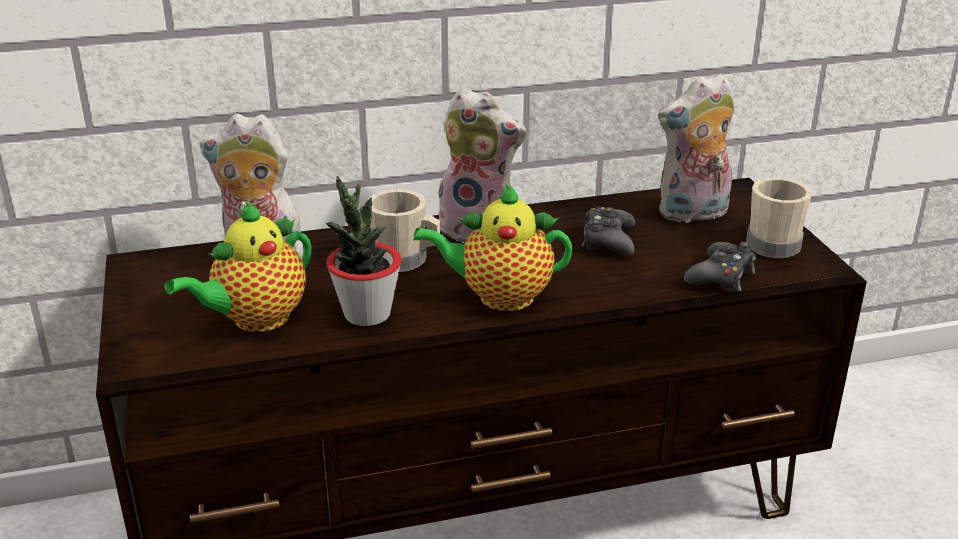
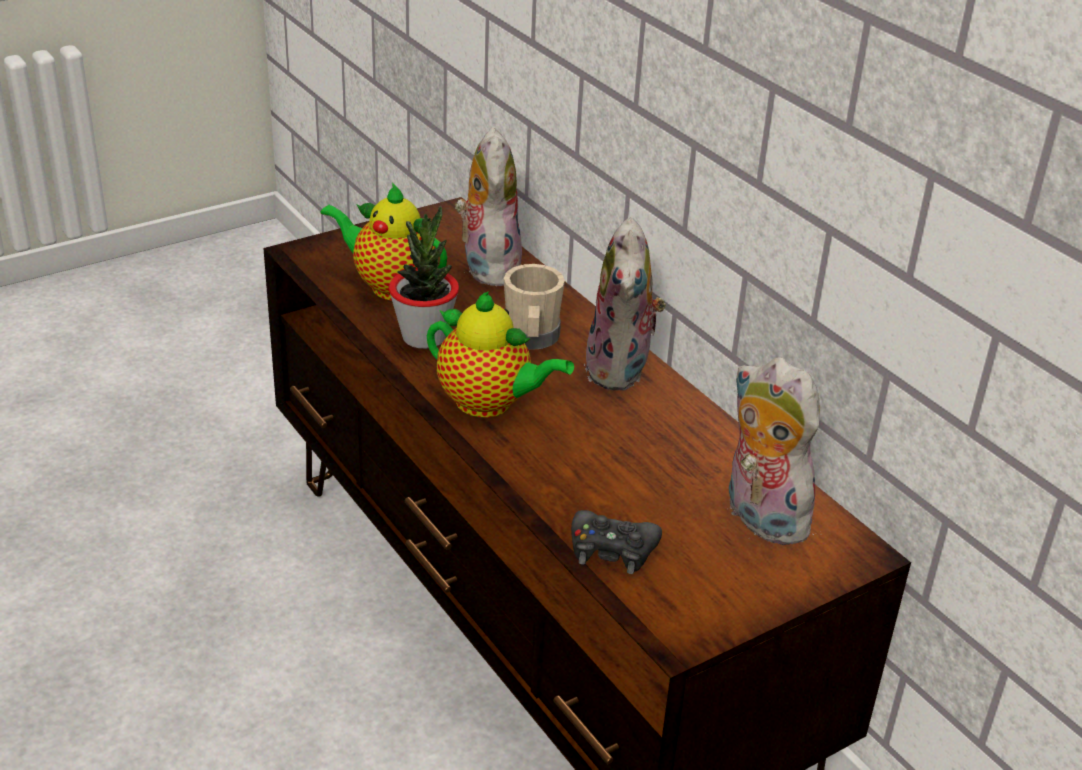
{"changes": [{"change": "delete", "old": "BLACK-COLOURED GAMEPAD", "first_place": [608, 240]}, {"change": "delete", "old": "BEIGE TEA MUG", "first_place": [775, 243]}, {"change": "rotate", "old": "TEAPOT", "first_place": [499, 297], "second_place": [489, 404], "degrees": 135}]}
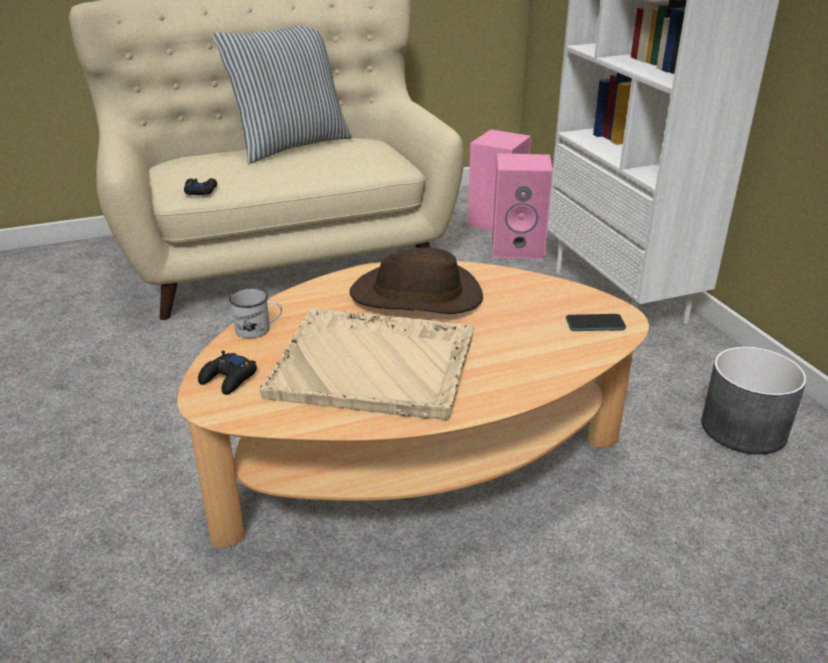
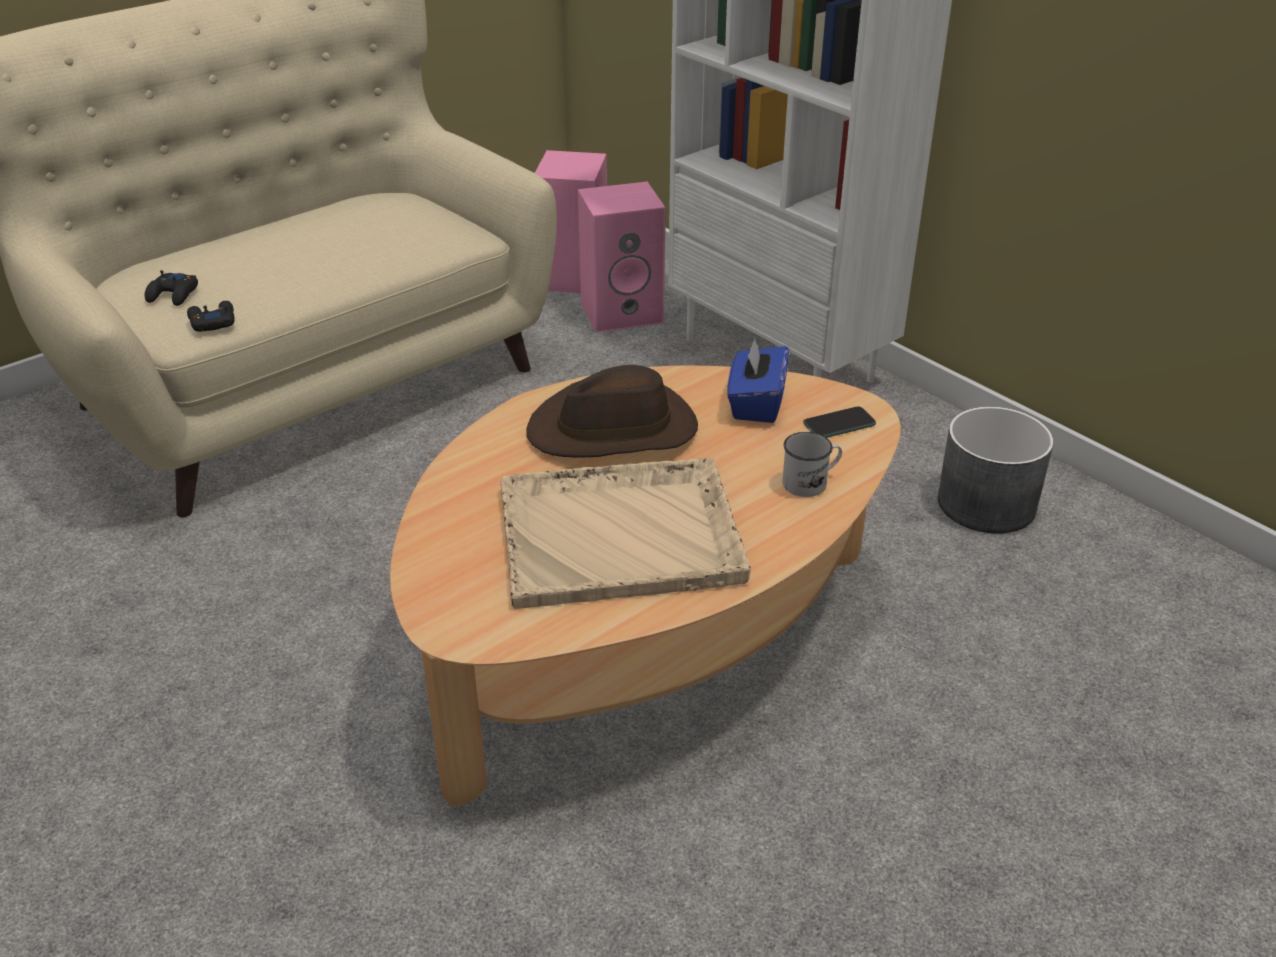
{"changes": [{"change": "delete", "old": "CUSHION", "first_place": [290, 146]}, {"change": "insert", "new": "BLUE-COLOURED TISSUE BOX", "second_place": [756, 404]}, {"change": "move", "old": "BLACK-COLOURED GAMEPAD", "first_place": [228, 379], "second_place": [173, 295]}, {"change": "move", "old": "WHITE-COLOURED TEA MUG", "first_place": [258, 329], "second_place": [811, 482]}]}
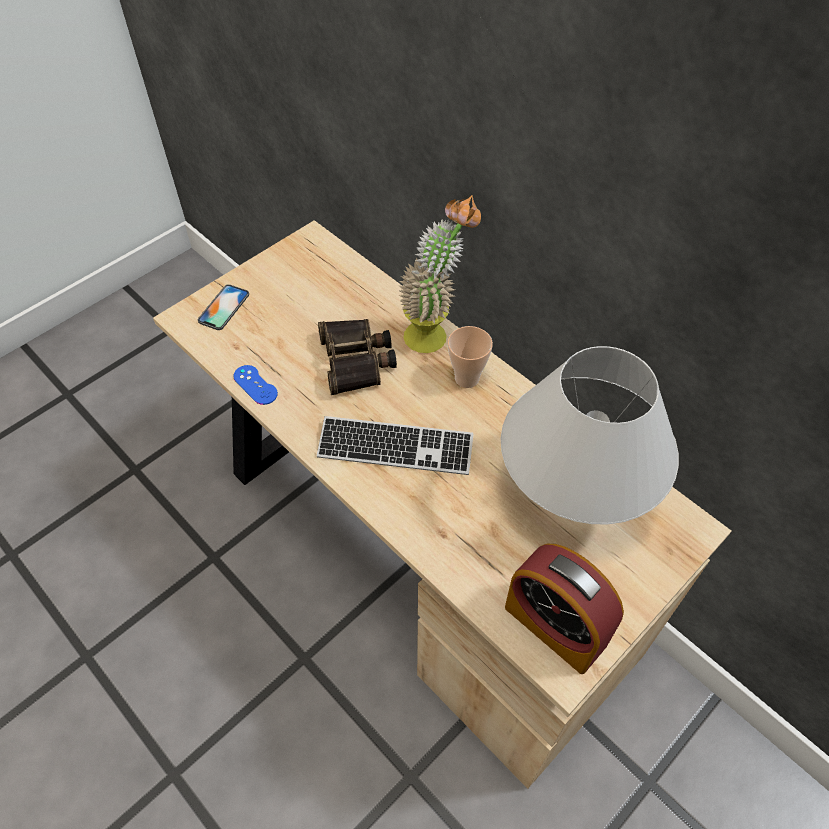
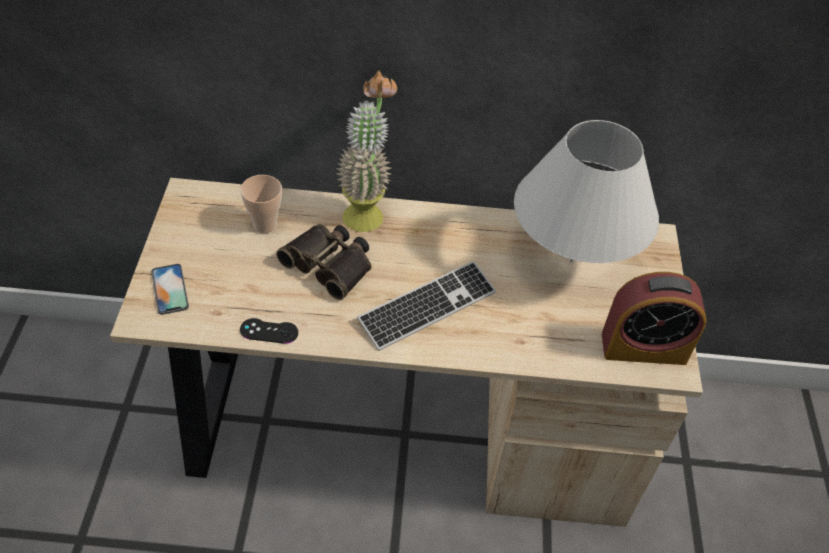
{"changes": [{"change": "move", "old": "SMALL CUP", "first_place": [467, 378], "second_place": [265, 225]}, {"change": "recolor", "old": "BLUE-COLOURED GAMEPAD", "new": "BLACK-COLOURED GAMEPAD", "first_place": [255, 385], "second_place": [269, 331]}]}
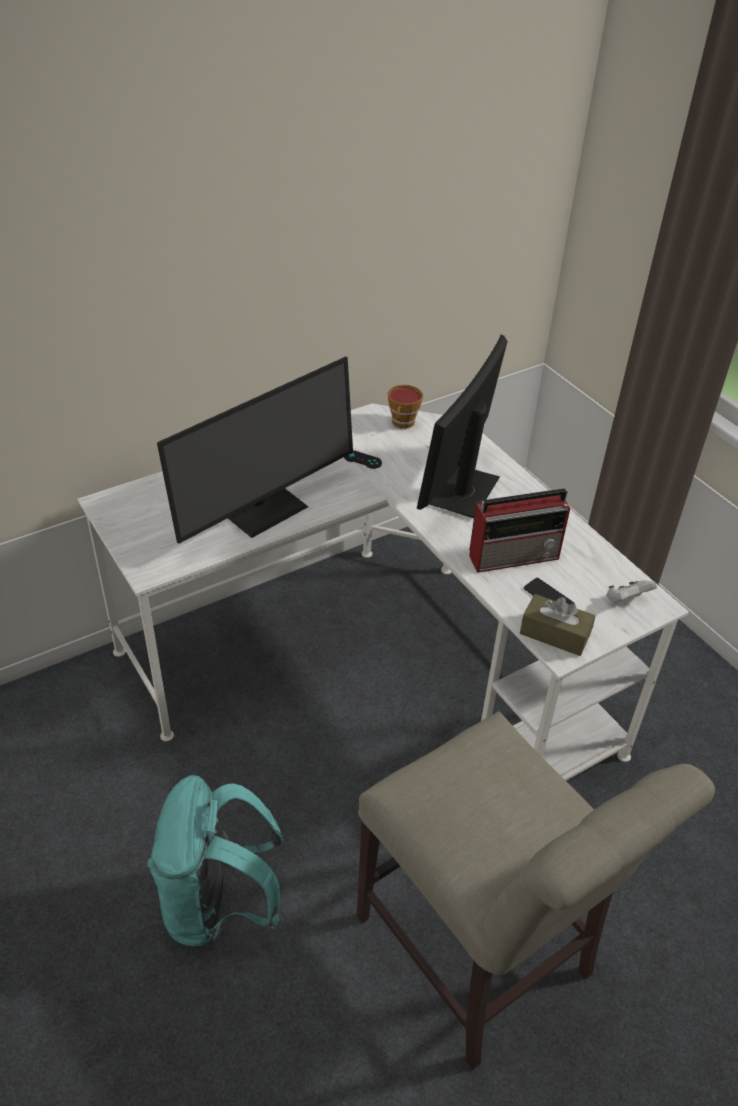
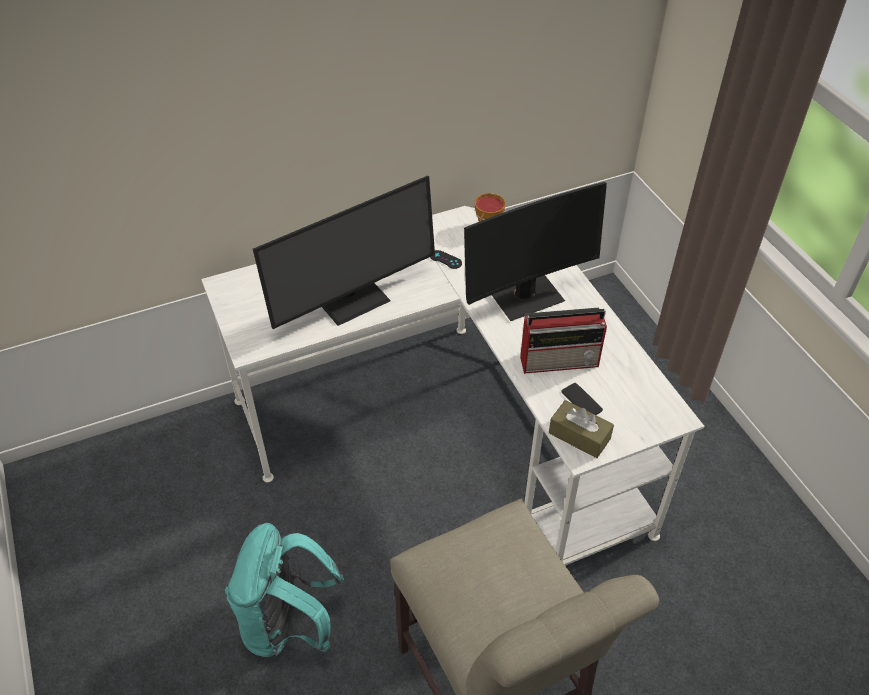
{"changes": [{"change": "delete", "old": "WHITE-COLOURED GAMEPAD", "first_place": [626, 600]}, {"change": "rotate", "old": "COMPUTER SCREEN", "first_place": [460, 492], "second_place": [525, 296], "degrees": -150}]}
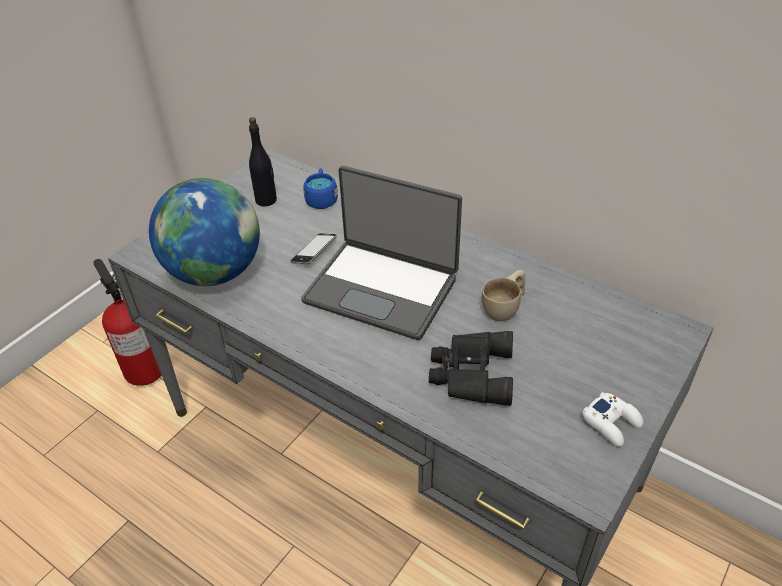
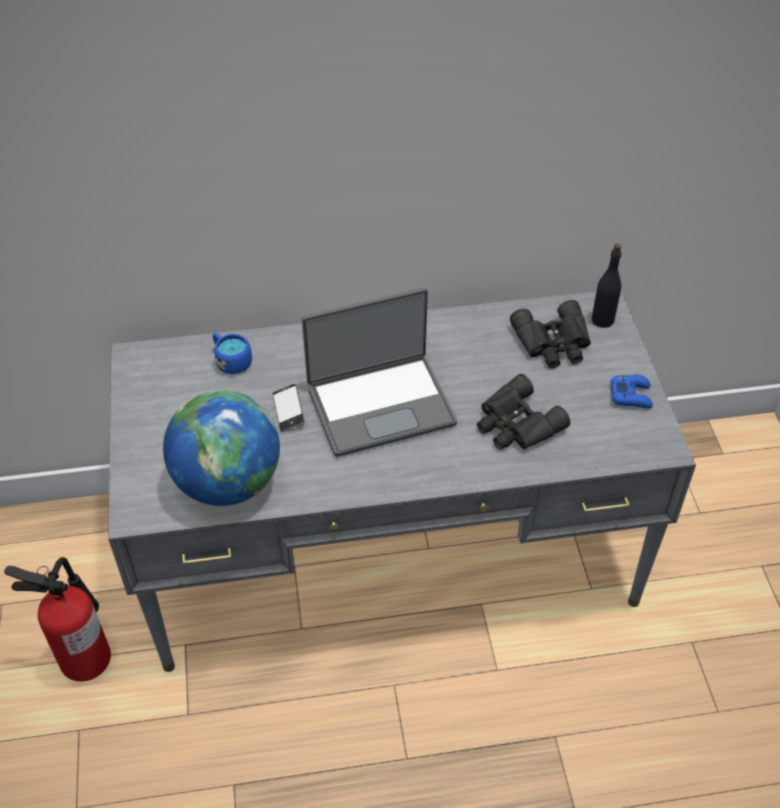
{"changes": [{"change": "delete", "old": "BEIGE SMALL CUP", "first_place": [505, 308]}, {"change": "insert", "new": "BLACK-COLOURED BINOCULARS", "second_place": [554, 343]}, {"change": "move", "old": "BLACK-COLOURED DRINK BOTTLE", "first_place": [266, 200], "second_place": [603, 320]}, {"change": "recolor", "old": "WHITE-COLOURED GAMEPAD", "new": "BLUE-COLOURED GAMEPAD", "first_place": [611, 423], "second_place": [631, 395]}]}
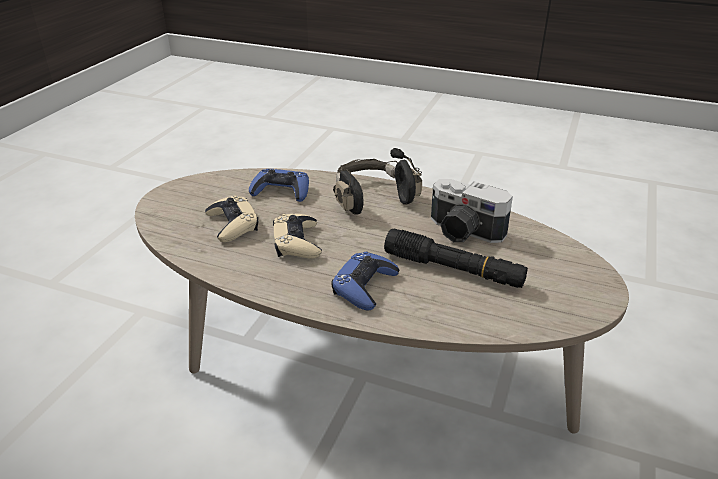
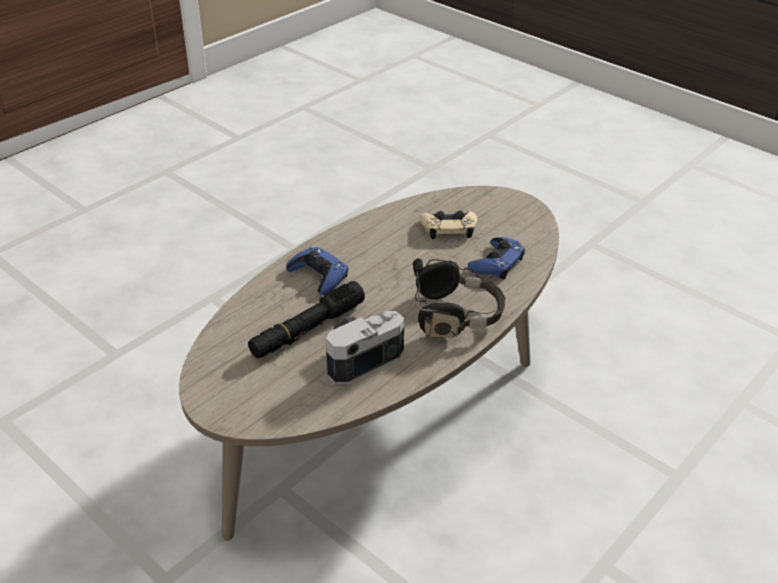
{"changes": [{"change": "delete", "old": "BEIGE GAMEPAD", "first_place": [297, 242]}]}
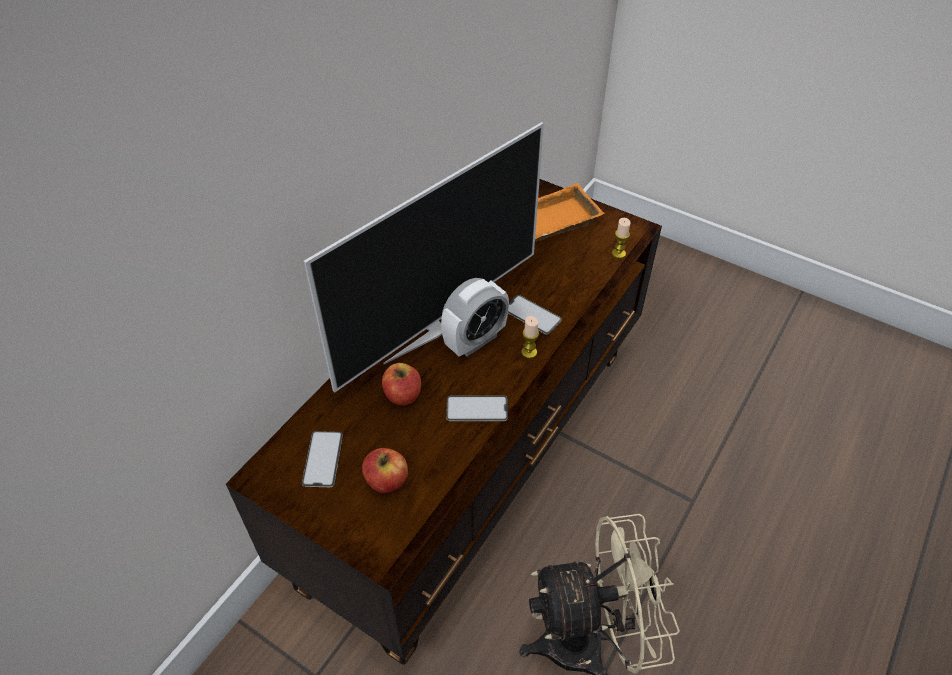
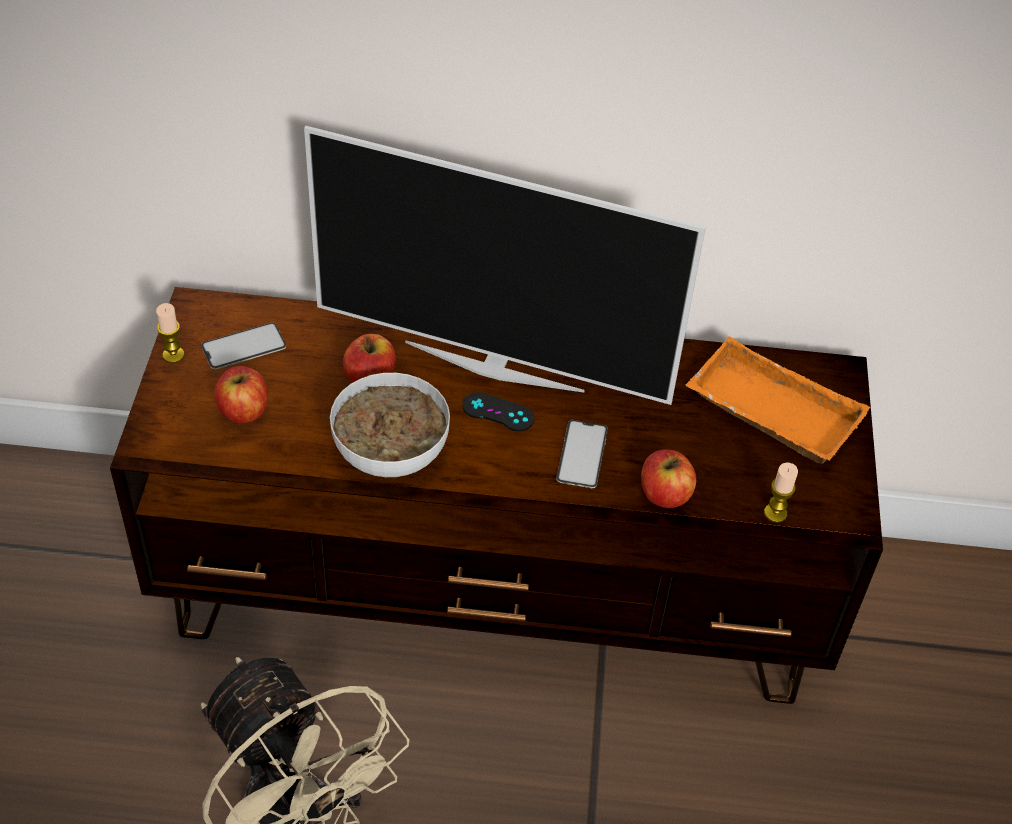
{"changes": [{"change": "insert", "new": "APPLE FRUIT", "second_place": [664, 494]}, {"change": "move", "old": "WAX CANDLE", "first_place": [529, 352], "second_place": [173, 355]}, {"change": "replace", "old": "BEDSIDE CLOCK", "new": "BLACK-COLOURED GAMEPAD", "first_place": [475, 340], "second_place": [498, 412]}, {"change": "replace", "old": "HANDSET", "new": "BOWL", "first_place": [477, 409], "second_place": [389, 453]}]}
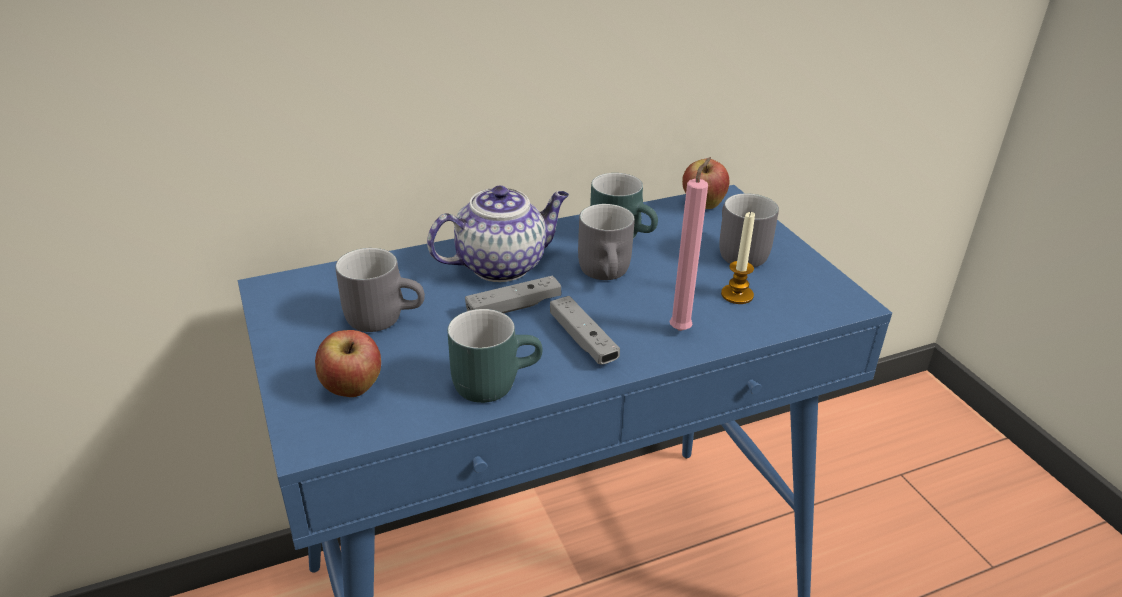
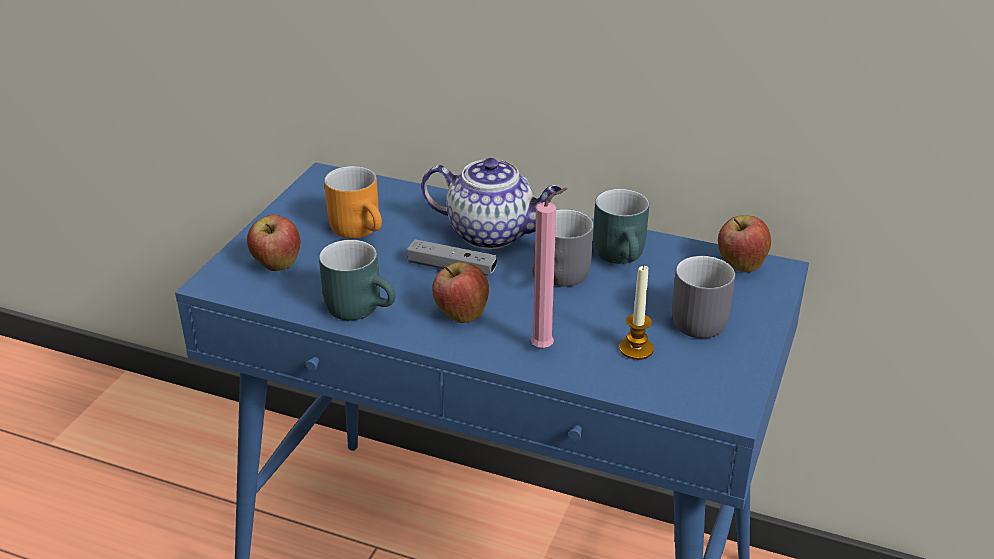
{"changes": [{"change": "replace", "old": "GREY GAMEPAD", "new": "APPLE FRUIT", "first_place": [583, 340], "second_place": [461, 315]}, {"change": "recolor", "old": "GREY TEA MUG", "new": "ORANGE-COLOURED TEA MUG", "first_place": [384, 316], "second_place": [362, 229]}]}
